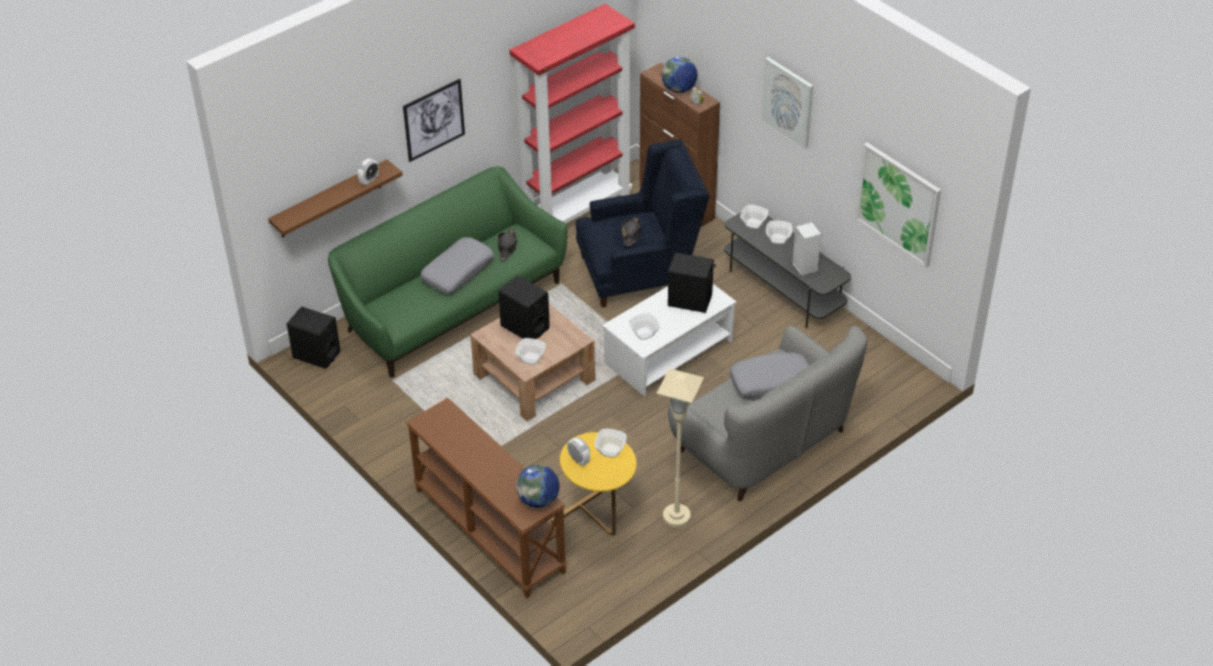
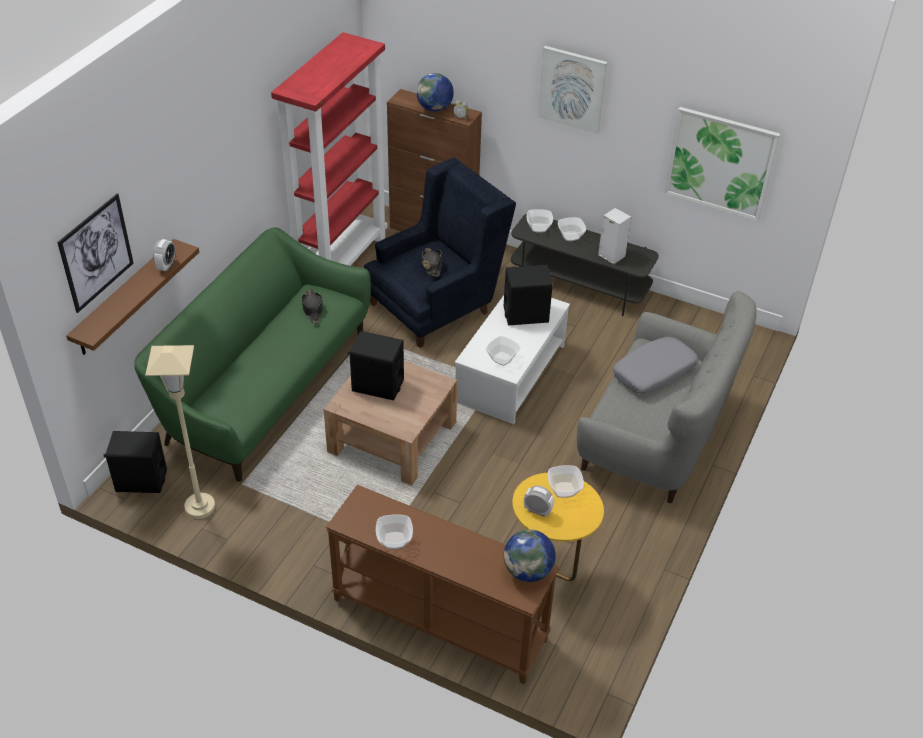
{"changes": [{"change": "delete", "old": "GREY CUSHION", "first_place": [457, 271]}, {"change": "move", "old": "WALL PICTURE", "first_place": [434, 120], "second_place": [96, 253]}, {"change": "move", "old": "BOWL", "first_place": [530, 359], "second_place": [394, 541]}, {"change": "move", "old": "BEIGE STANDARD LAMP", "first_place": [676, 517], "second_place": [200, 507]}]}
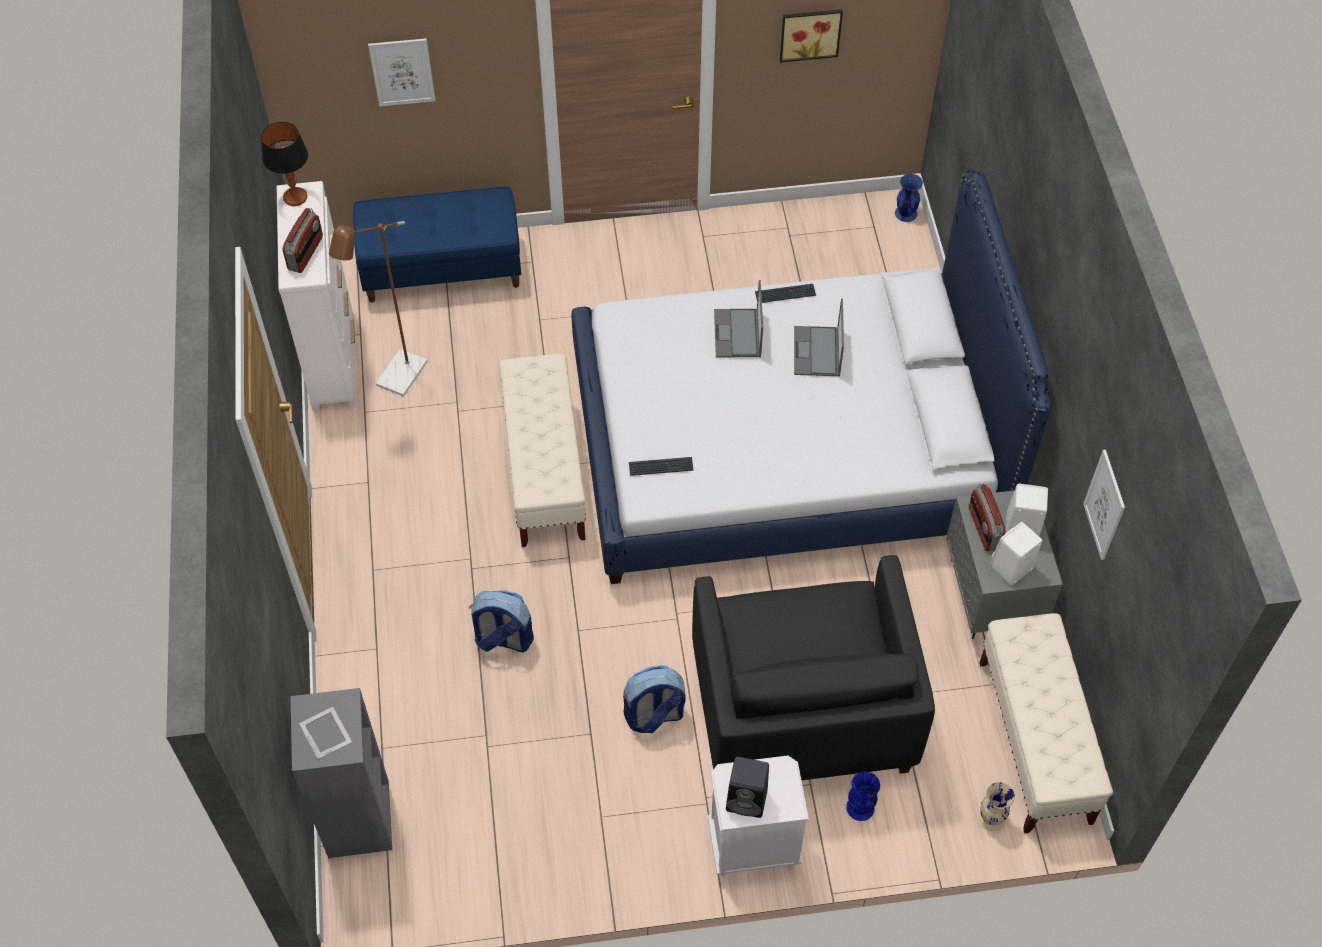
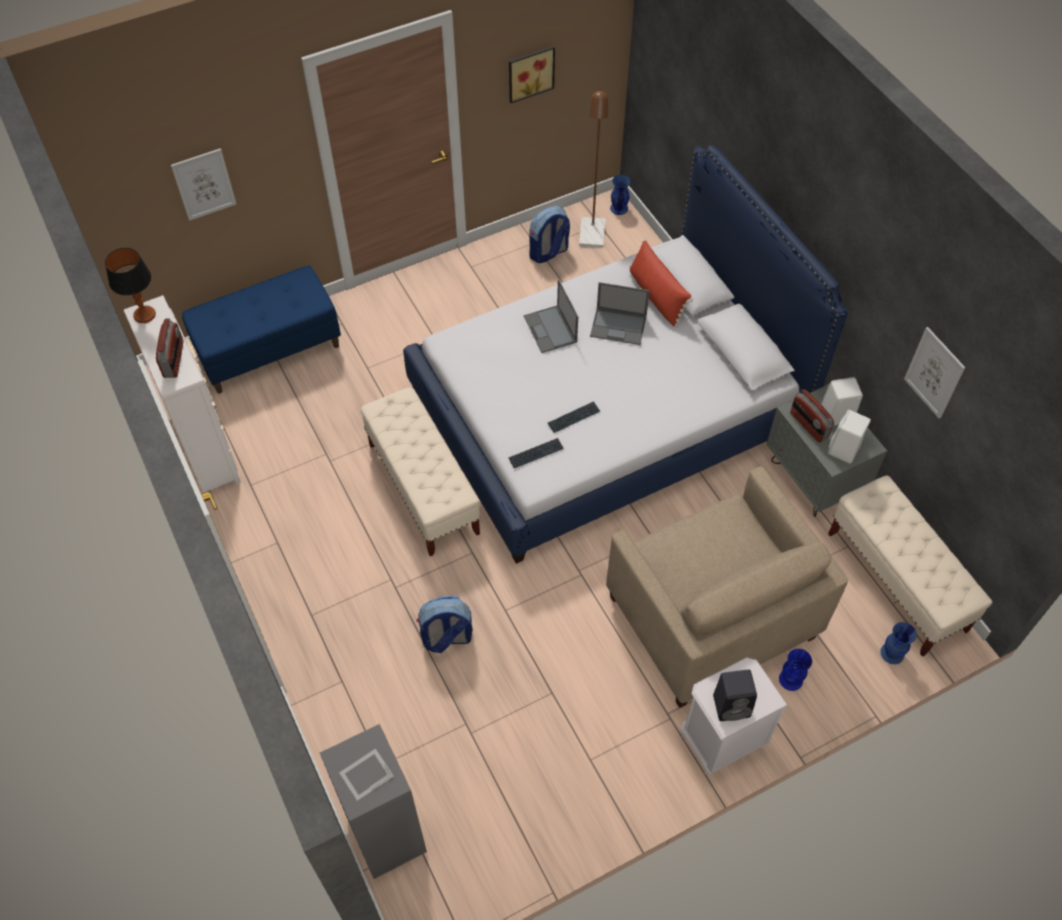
{"changes": [{"change": "insert", "new": "REDDISH CUSHION", "second_place": [656, 296]}, {"change": "move", "old": "BROWN-COLOURED STANDARD LAMP", "first_place": [397, 381], "second_place": [592, 238]}, {"change": "move", "old": "BACKPACK", "first_place": [653, 715], "second_place": [548, 253]}, {"change": "move", "old": "COMPUTER KEYBOARD", "first_place": [785, 294], "second_place": [574, 418]}, {"change": "recolor", "old": "BLACK-COLOURED EASY CHAIR", "new": "BEIGE EASY CHAIR", "first_place": [800, 710], "second_place": [710, 616]}, {"change": "recolor", "old": "BEIGE FLOWER VASE", "new": "BLUE-COLOURED FLOWER VASE", "first_place": [991, 818], "second_place": [892, 653]}, {"change": "rotate", "old": "PHOTO FRAME", "first_place": [325, 732], "second_place": [365, 774], "degrees": -75}, {"change": "rotate", "old": "LAPTOP", "first_place": [817, 352], "second_place": [619, 326], "degrees": -60}]}
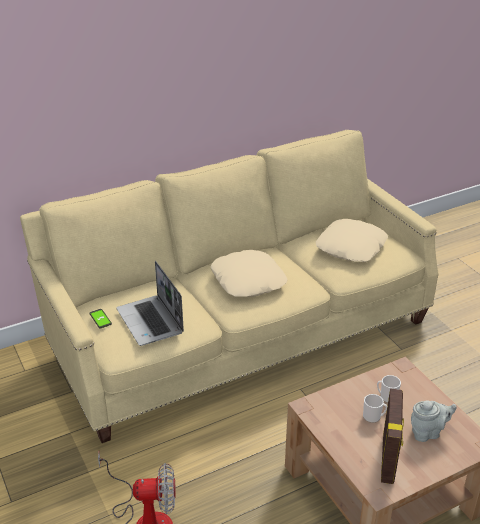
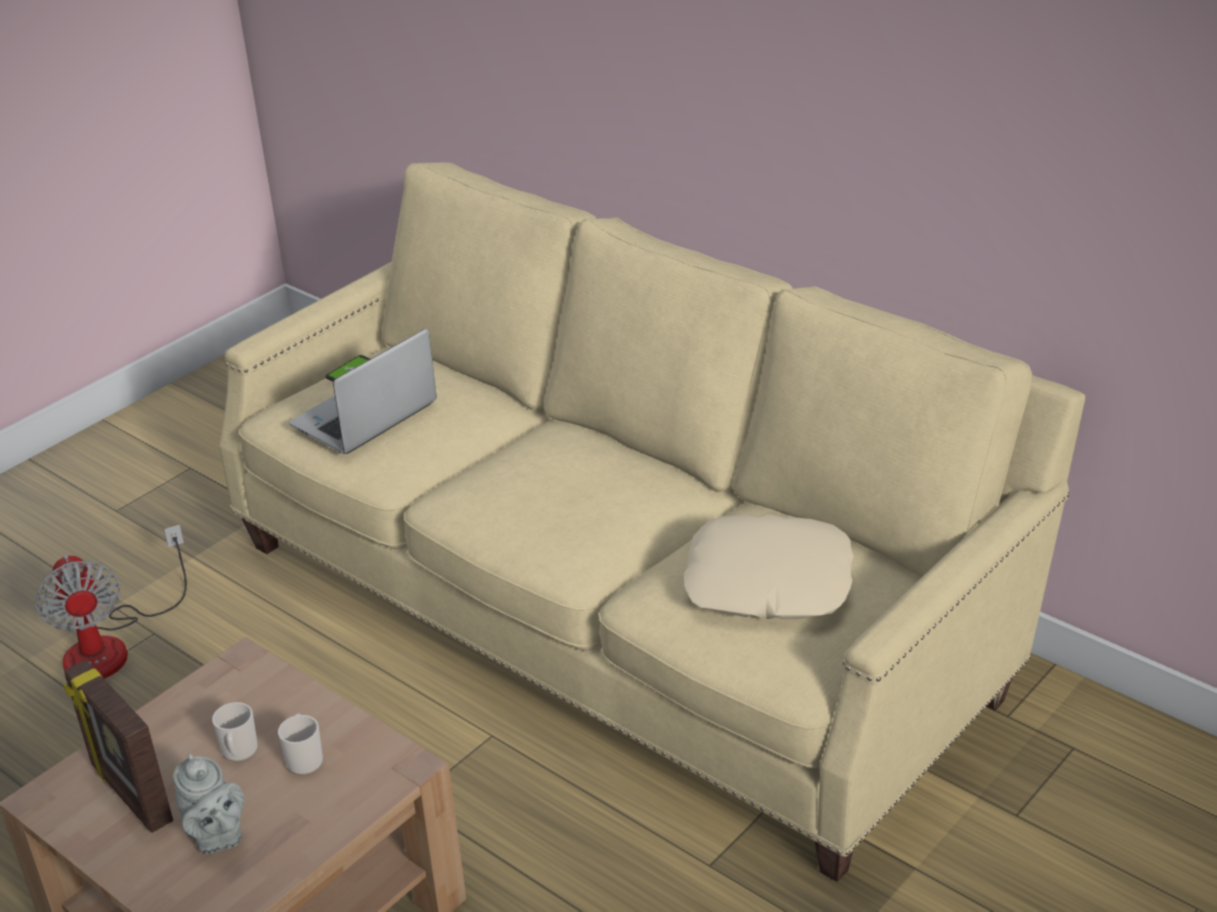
{"changes": [{"change": "delete", "old": "BEIGE CUSHION", "first_place": [248, 280]}, {"change": "rotate", "old": "PHOTO FRAME", "first_place": [389, 459], "second_place": [130, 794], "degrees": 60}]}
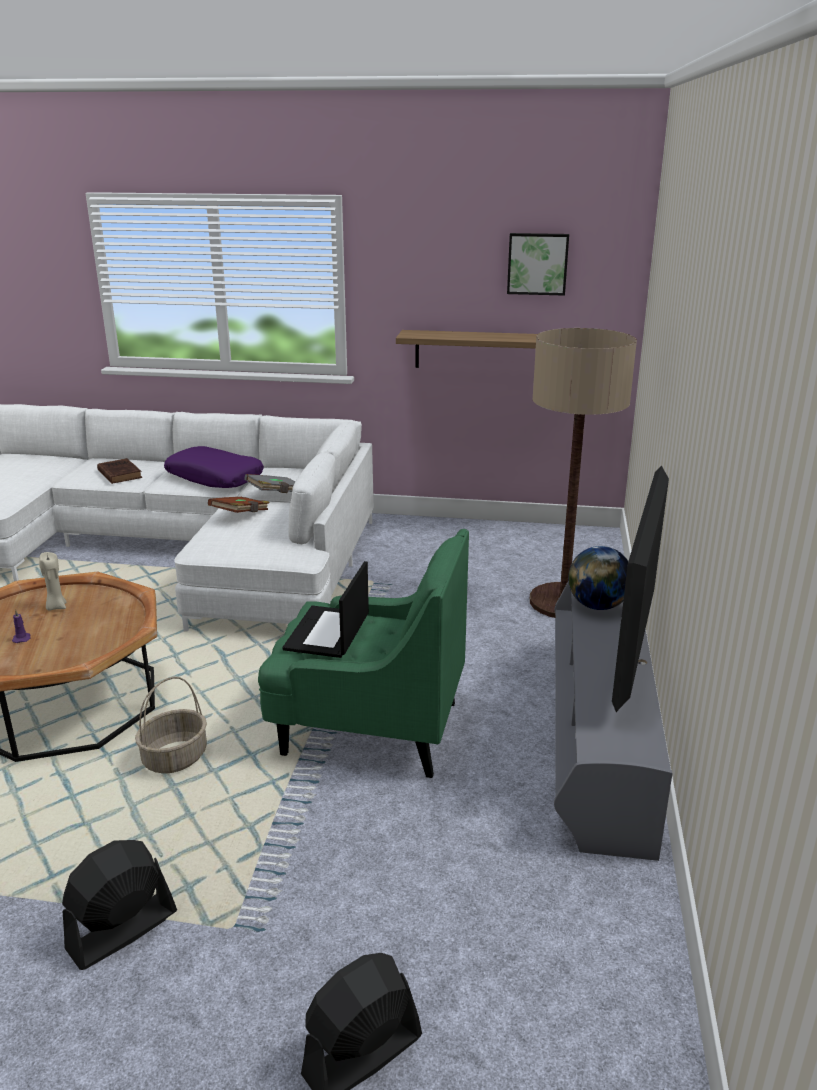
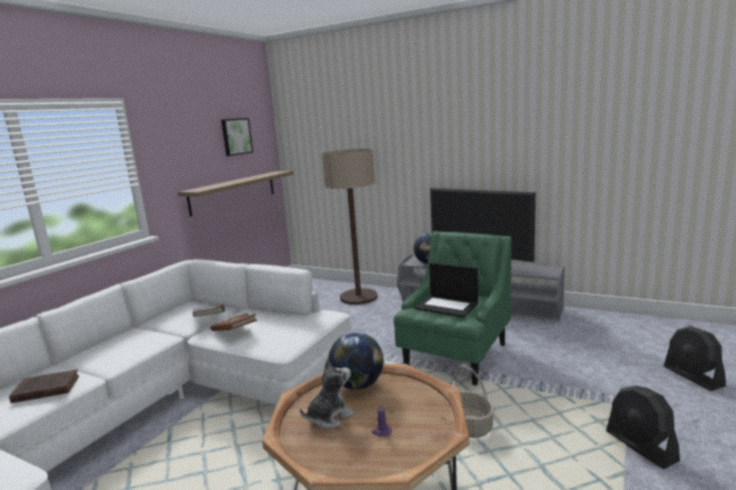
{"changes": [{"change": "delete", "old": "PURPLE-COLOURED CUSHION", "first_place": [215, 477]}, {"change": "insert", "new": "WORLD GLOBE", "second_place": [358, 385]}, {"change": "replace", "old": "BEIGE WAX CANDLE", "new": "PLUSH TOY", "first_place": [56, 607], "second_place": [329, 417]}]}
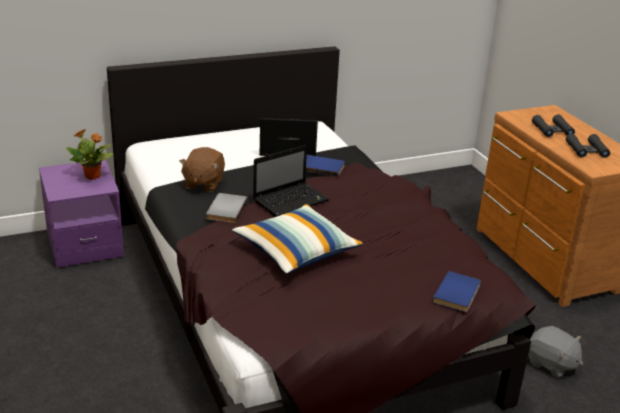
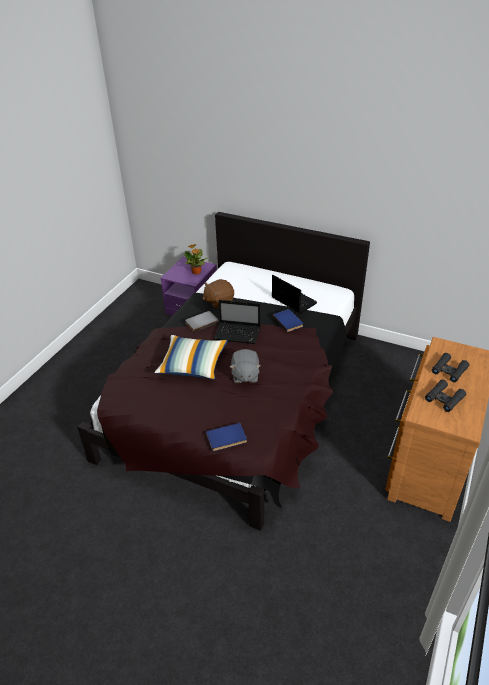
{"changes": [{"change": "move", "old": "GREY PLUSH TOY", "first_place": [551, 364], "second_place": [245, 375]}]}
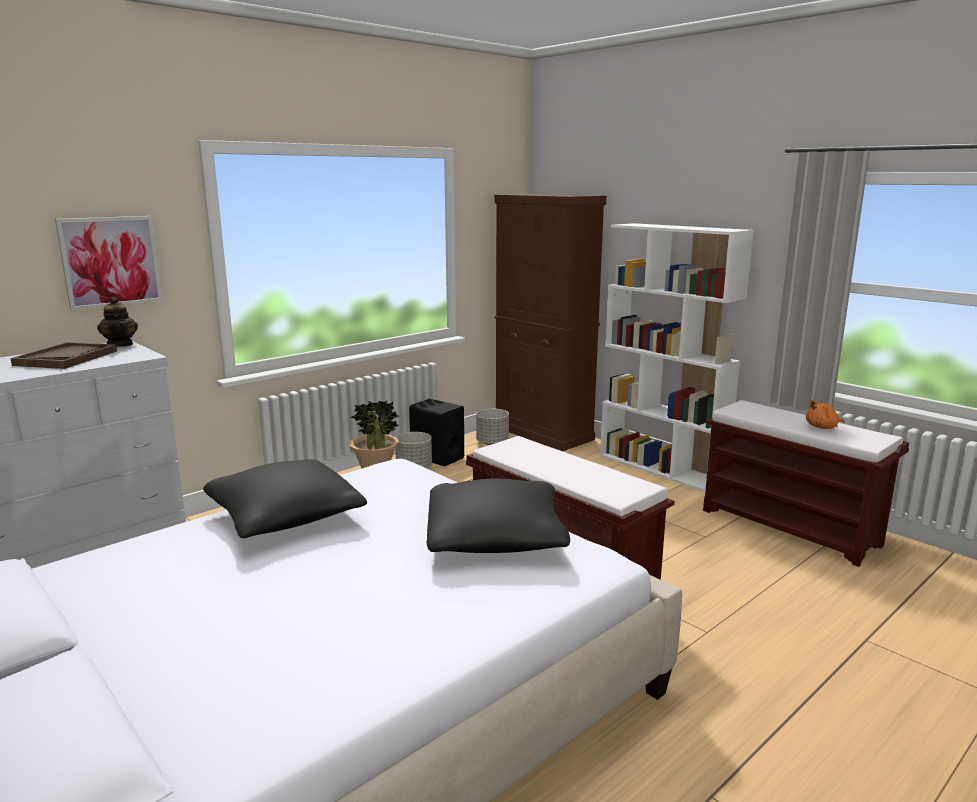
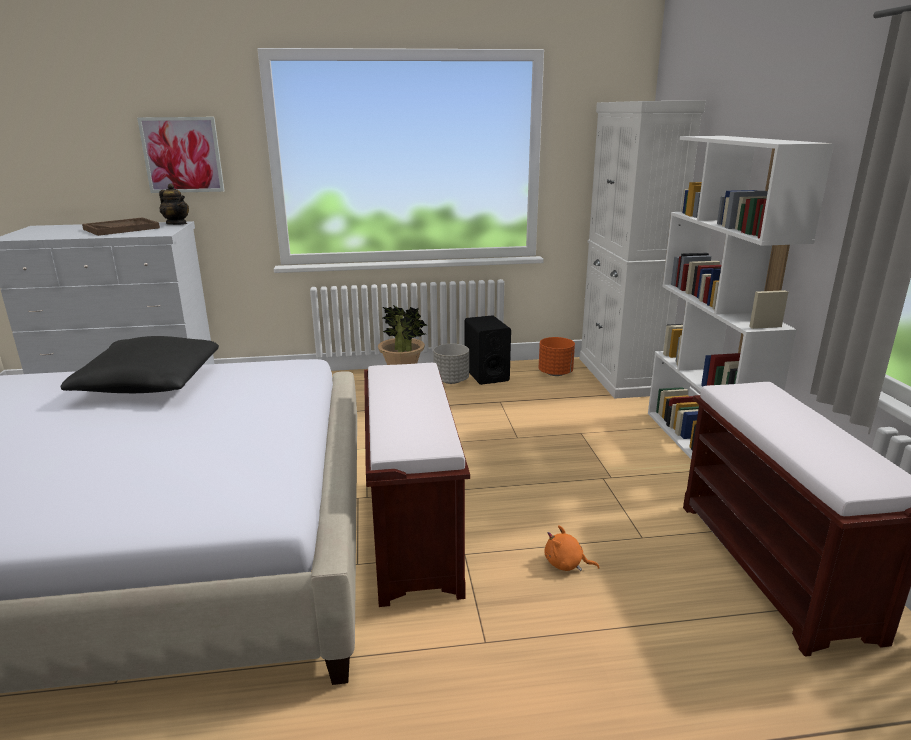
{"changes": [{"change": "delete", "old": "BLACK-COLOURED CUSHION", "first_place": [495, 538]}, {"change": "move", "old": "ORANGE-COLOURED PLUSH TOY", "first_place": [823, 427], "second_place": [566, 564]}, {"change": "recolor", "old": "GREY FLOWER POT", "new": "ORANGE-COLOURED FLOWER POT", "first_place": [492, 442], "second_place": [555, 373]}, {"change": "recolor", "old": "BROWN-COLOURED CABINET", "new": "WHITE-COLOURED CABINET", "first_place": [543, 433], "second_place": [620, 375]}, {"change": "rotate", "old": "TEAPOT", "first_place": [120, 344], "second_place": [177, 224], "degrees": -60}]}
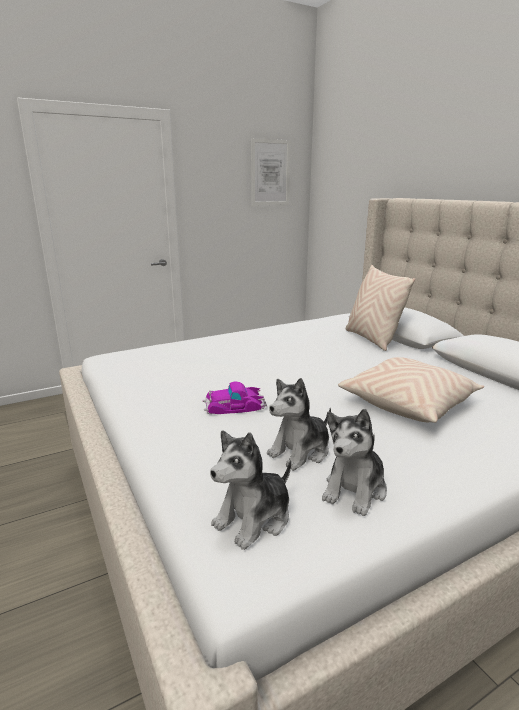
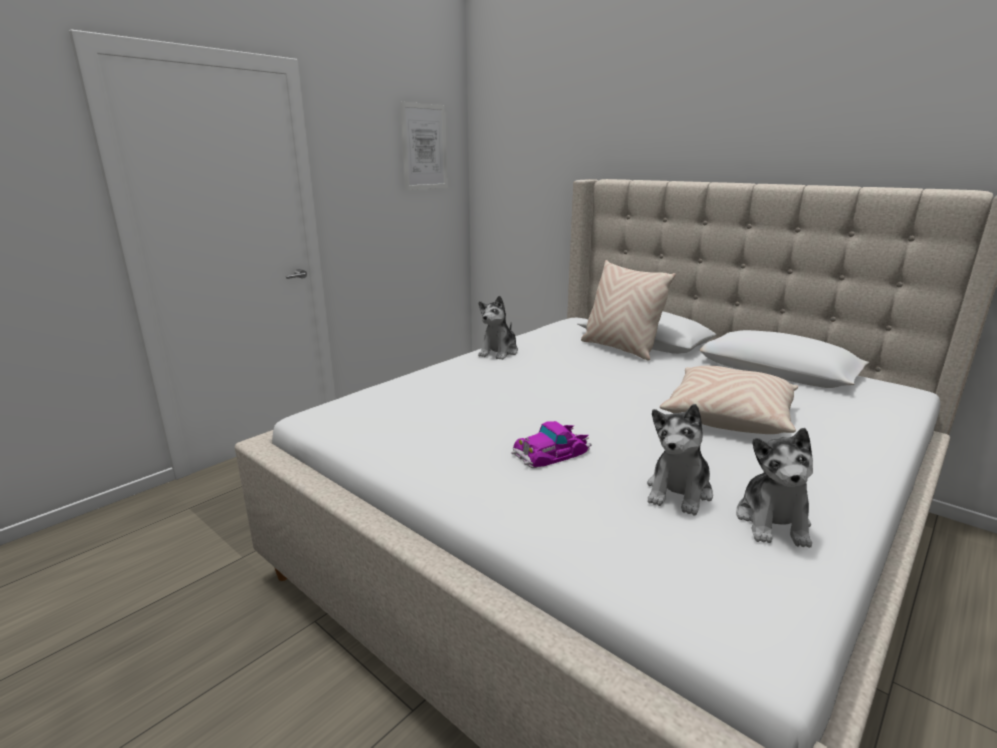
{"changes": [{"change": "move", "old": "PLUSH TOY", "first_place": [254, 518], "second_place": [499, 352]}]}
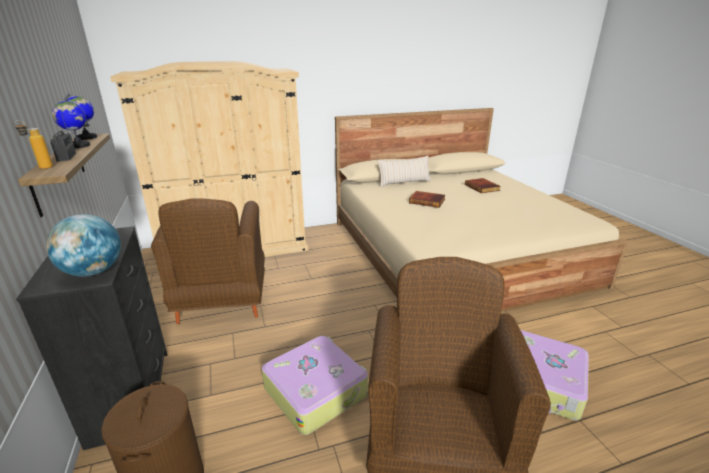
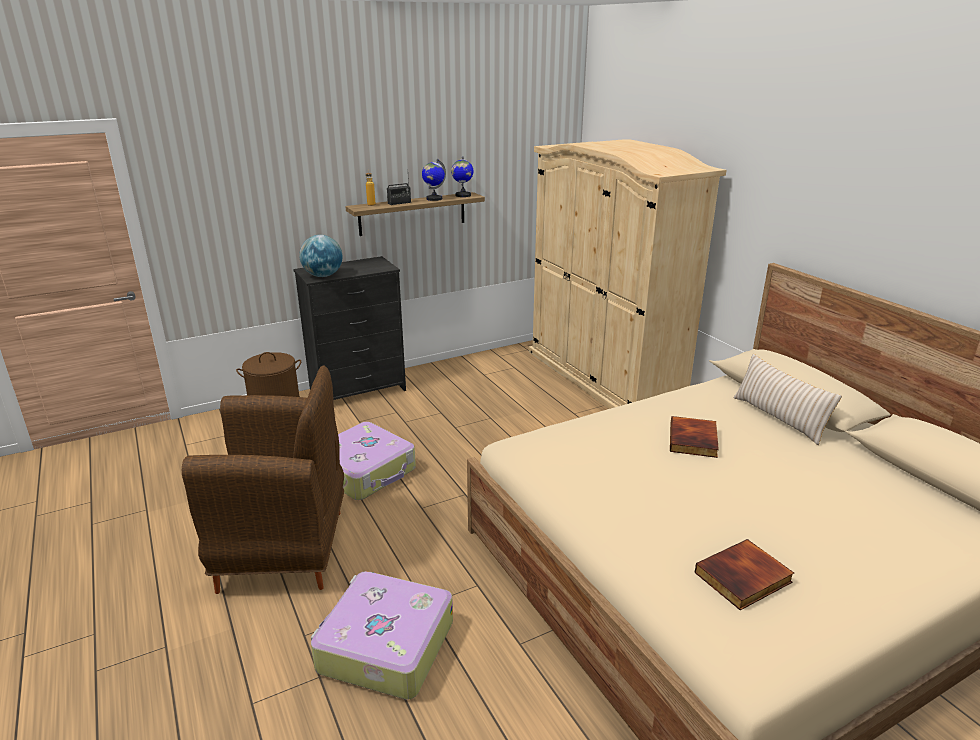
{"changes": [{"change": "delete", "old": "BROWN-COLOURED EASY CHAIR", "first_place": [222, 302]}, {"change": "move", "old": "VOLUME", "first_place": [482, 187], "second_place": [743, 578]}]}
